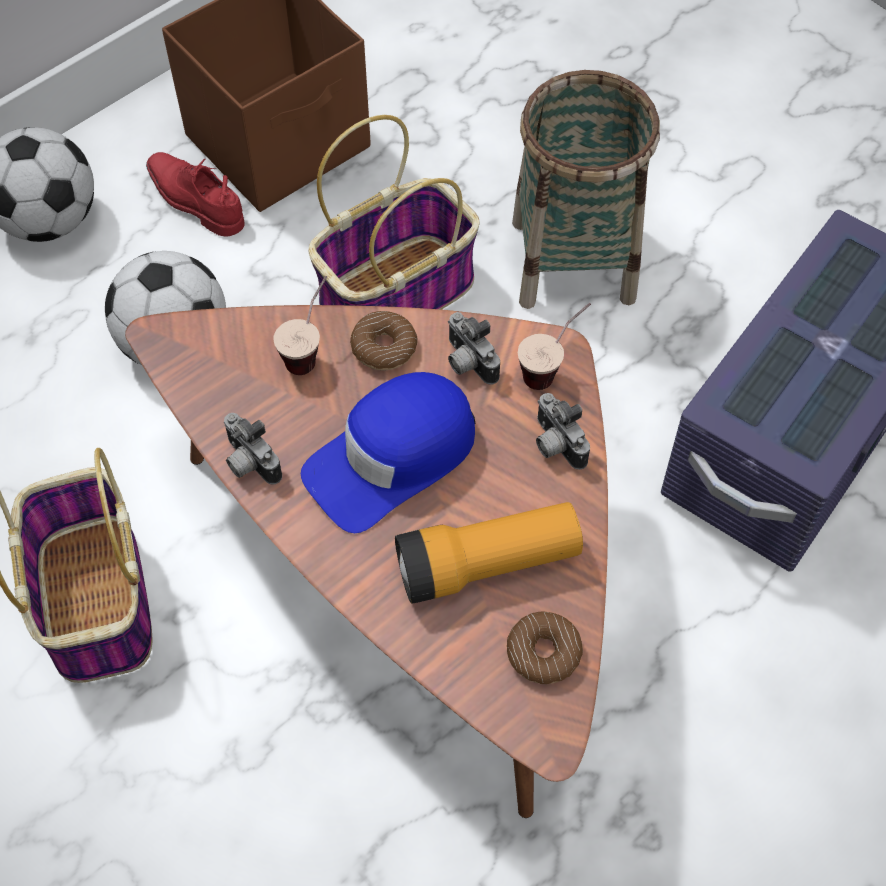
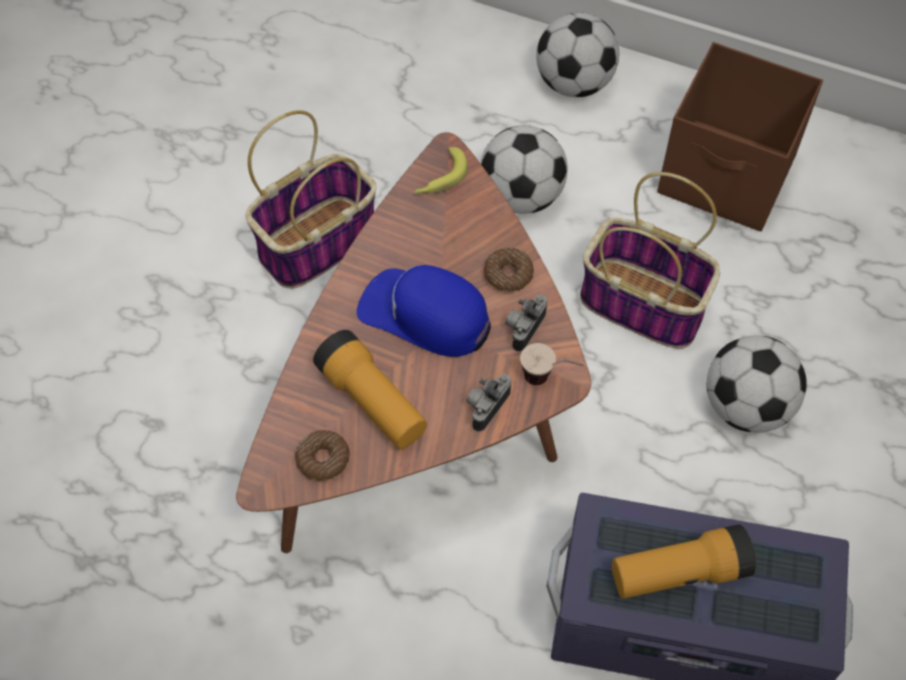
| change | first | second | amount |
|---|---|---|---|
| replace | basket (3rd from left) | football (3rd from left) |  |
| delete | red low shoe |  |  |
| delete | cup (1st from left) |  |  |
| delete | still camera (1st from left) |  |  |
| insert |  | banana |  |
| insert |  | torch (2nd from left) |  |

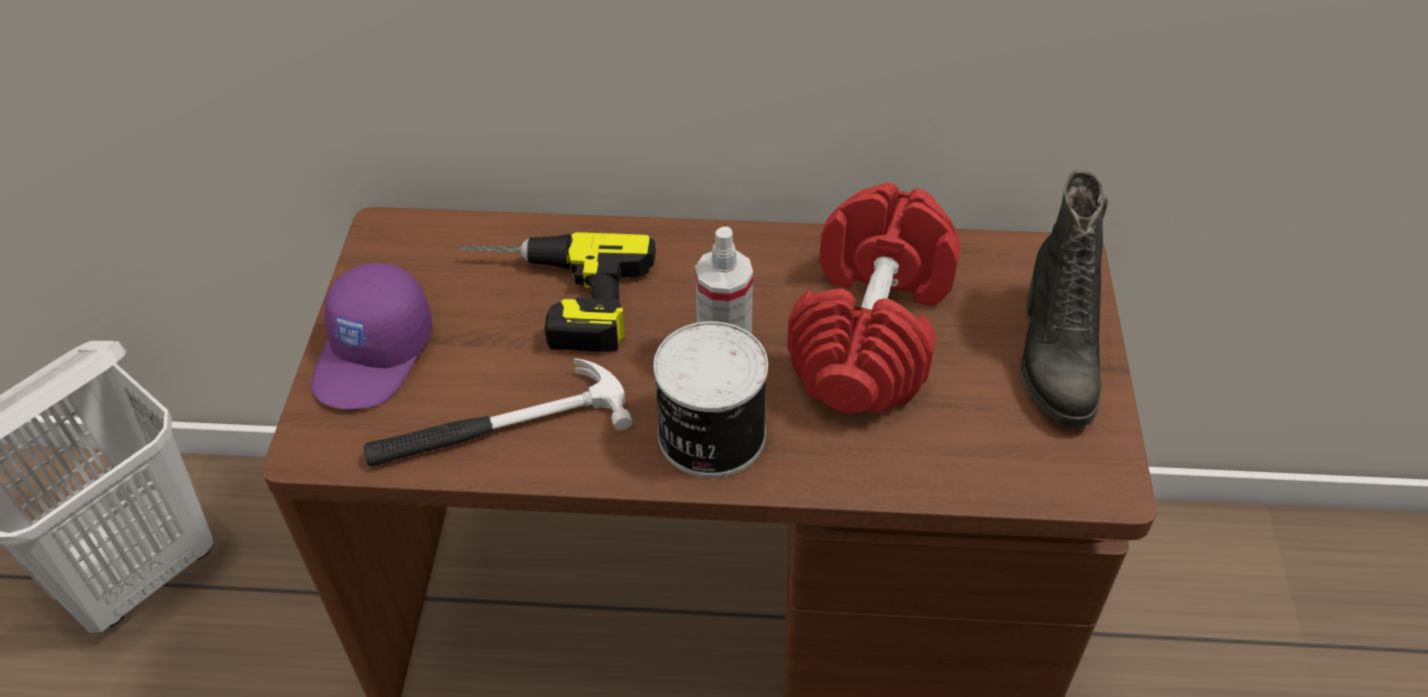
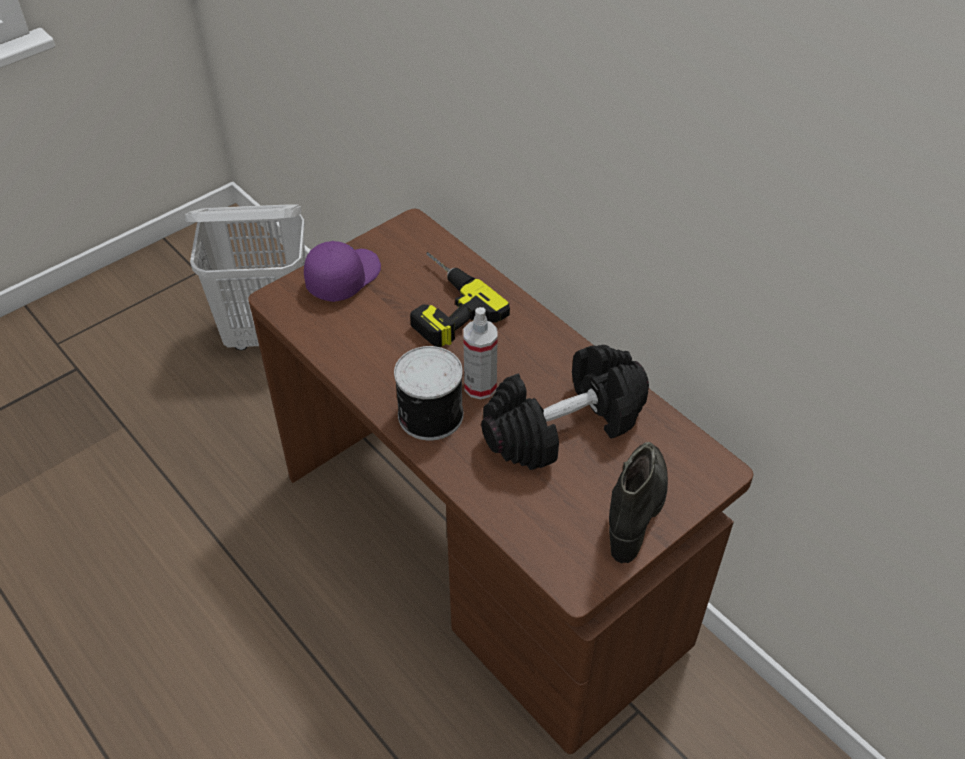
| change | first | second | amount |
|---|---|---|---|
| rotate | black-coloured high-top boot |  | 150 degrees clockwise |
| recolor | red hand weight | black-coloured hand weight |  |
| rotate | purple-coloured peaked cap |  | 150 degrees clockwise |
| delete | hammer |  |  |

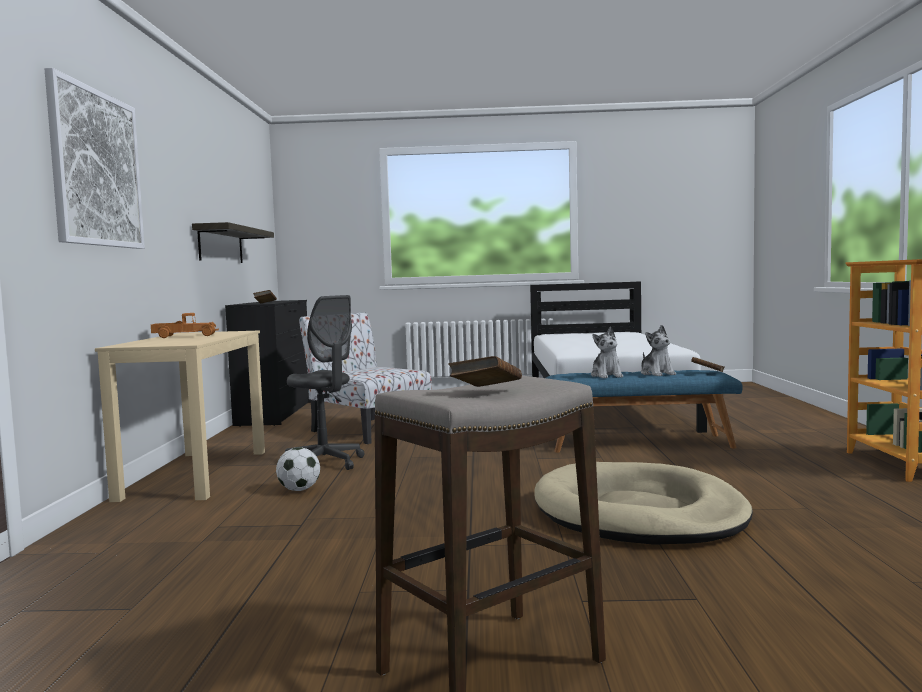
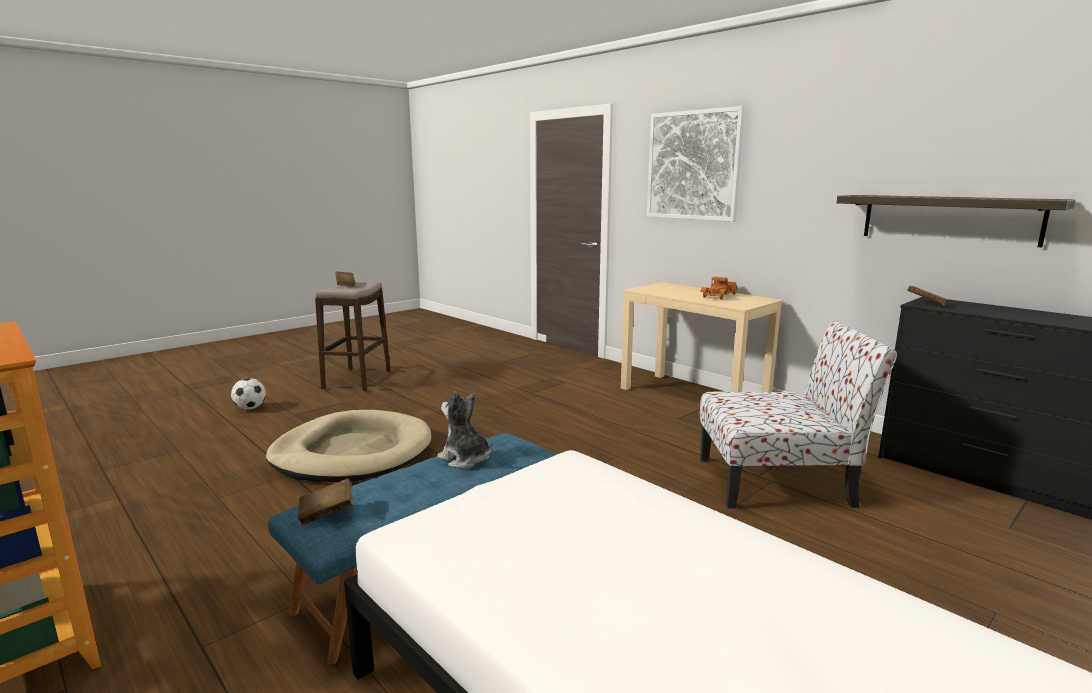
| change | first | second | amount |
|---|---|---|---|
| delete | grey desk chair |  |  |
| delete | soft toy (2nd from left) |  |  |
| move | football |  |  |

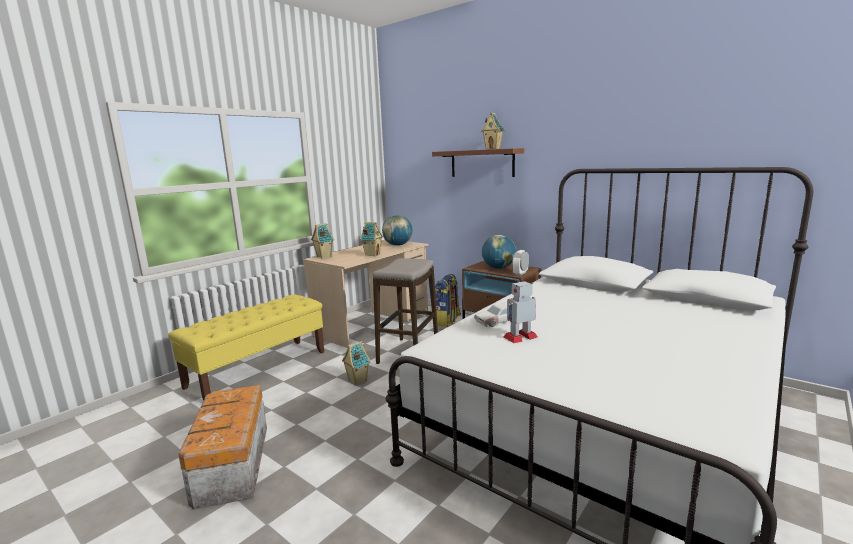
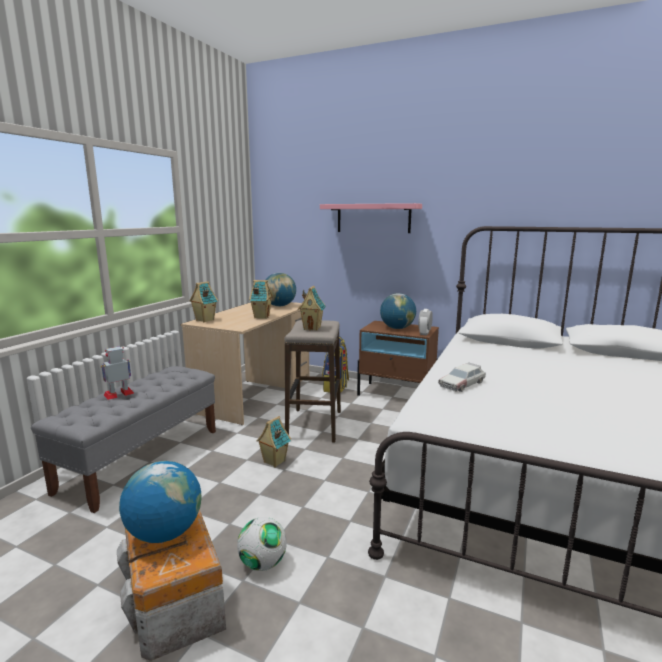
| change | first | second | amount |
|---|---|---|---|
| move | model house (4th from left) |  |  |
| recolor | brown shelf | pink shelf |  |
| move | toy robot |  |  |
| recolor | yellow indoor bench | grey indoor bench |  |
| insert |  | desk globe (1st from left) |  |
| insert |  | football |  |

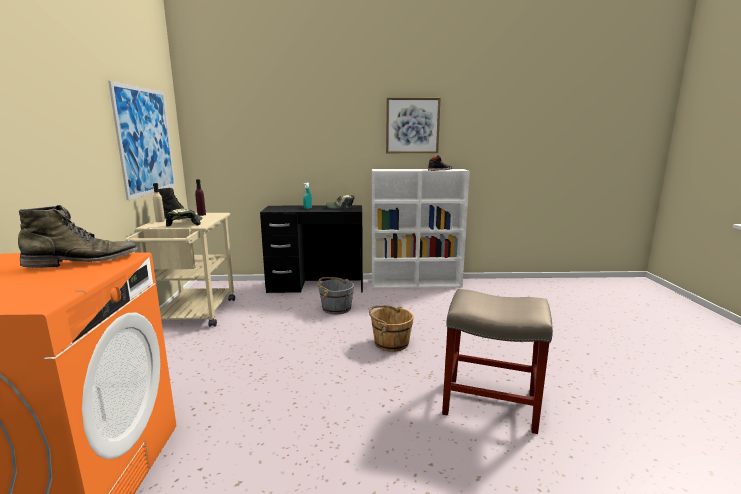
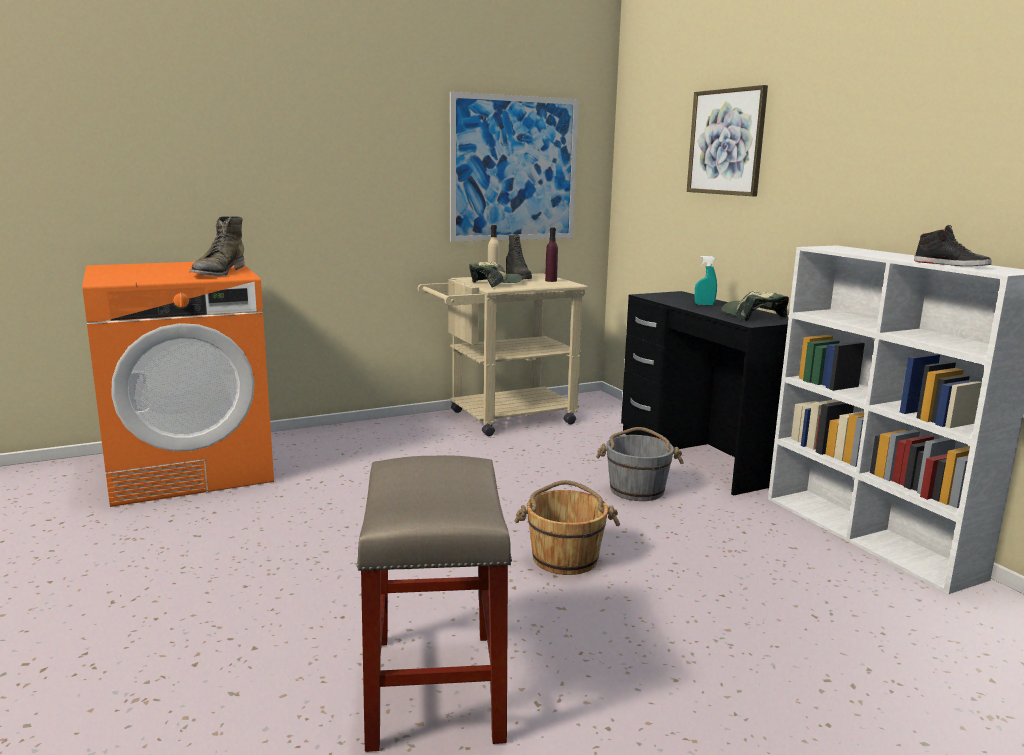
| change | first | second | amount |
|---|---|---|---|
| move | wall picture (2nd from left) |  |  |
| rotate | green-coloured high-top boot |  | 60 degrees clockwise |

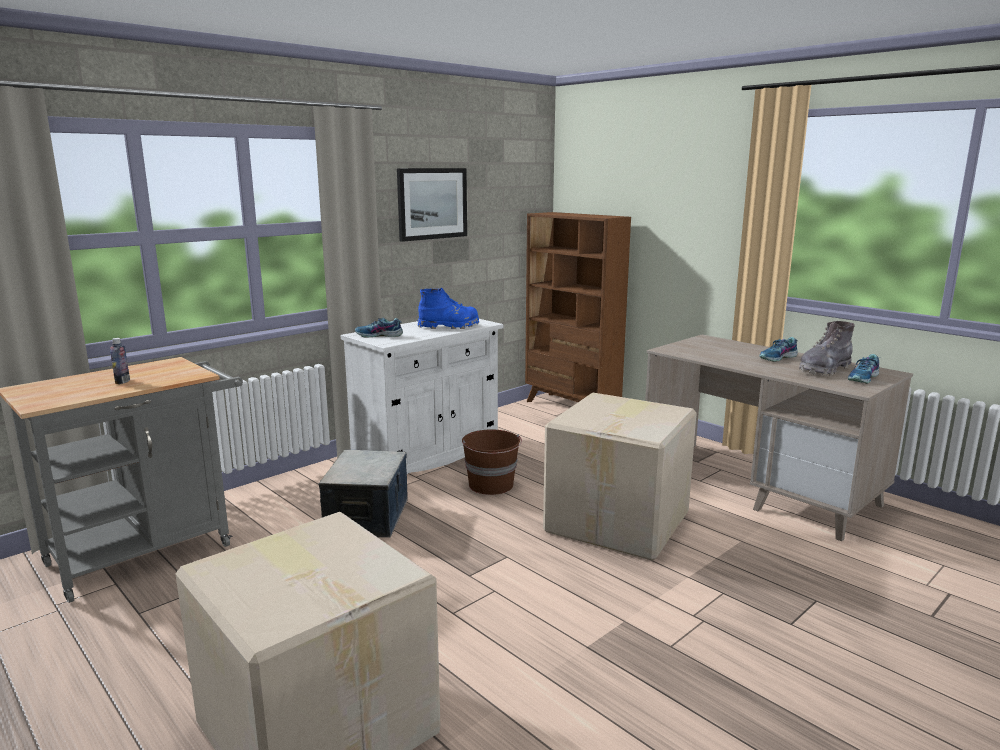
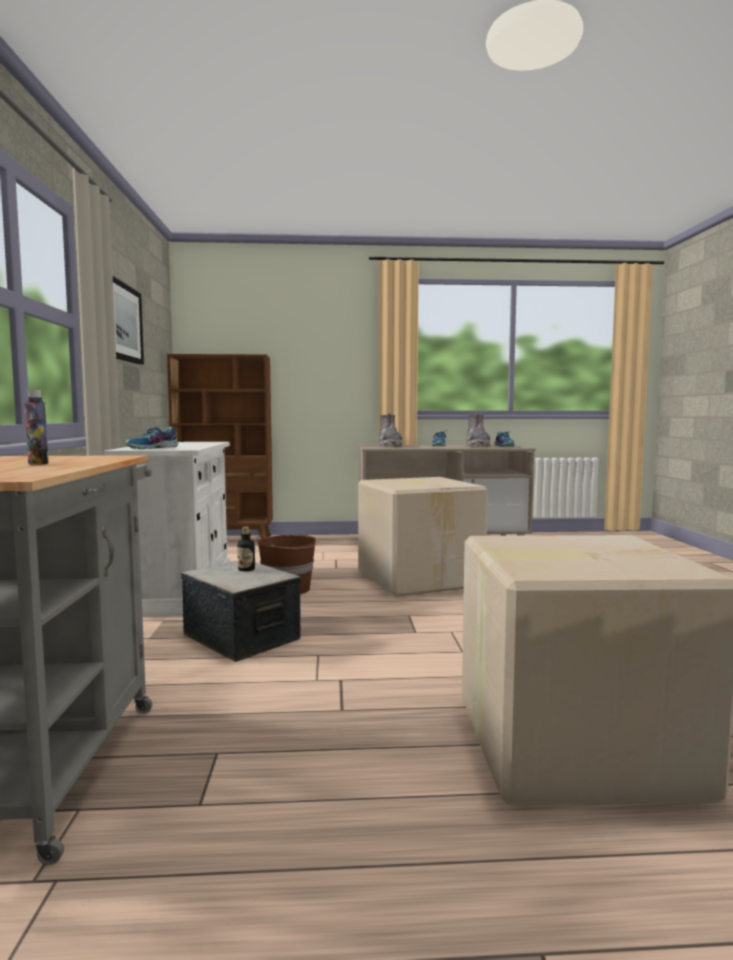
| change | first | second | amount |
|---|---|---|---|
| delete | blue high-top boot |  |  |
| insert |  | grey high-top boot (1st from left) |  |
| insert |  | drink bottle (2nd from left) |  |

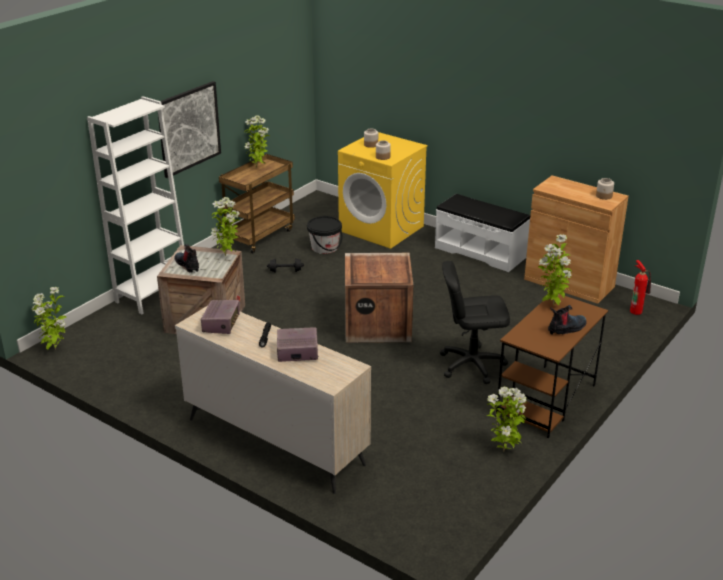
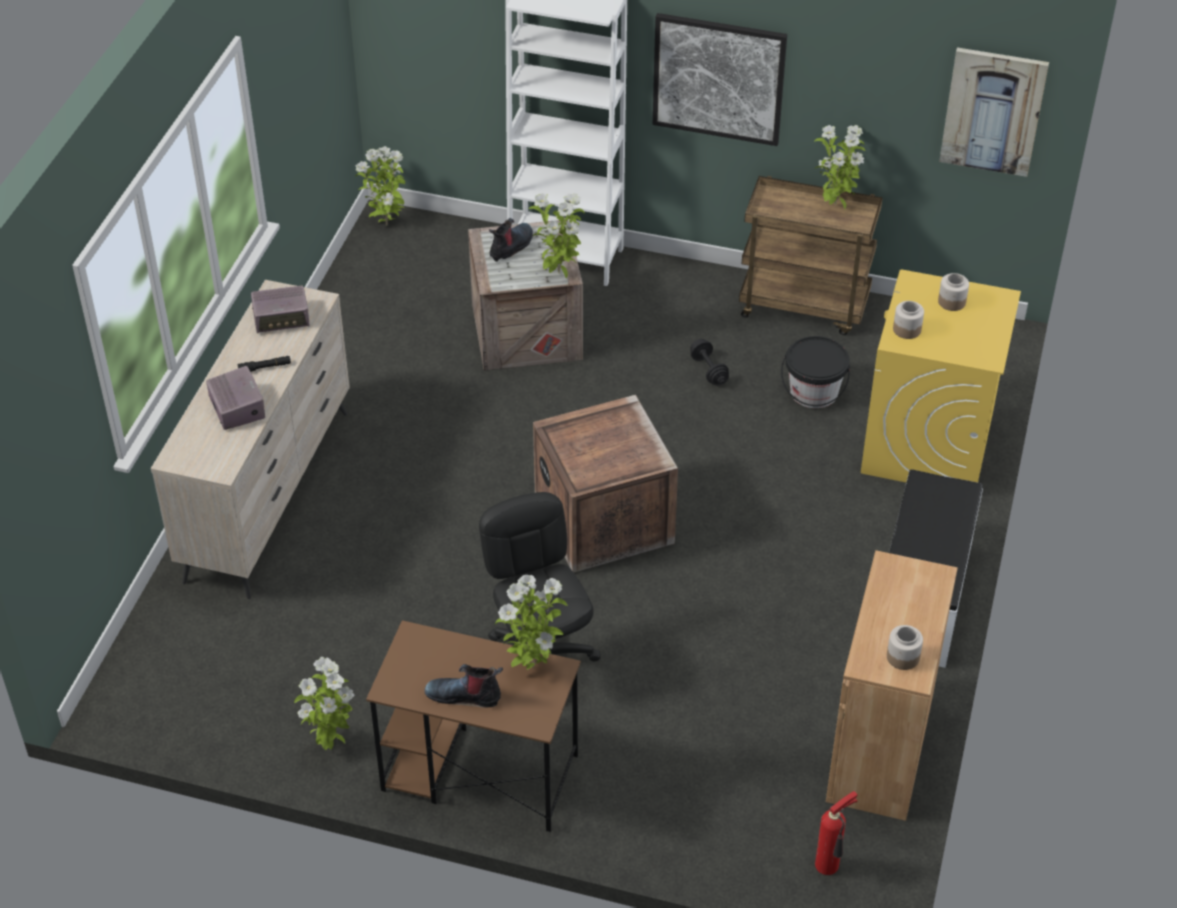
| change | first | second | amount |
|---|---|---|---|
| rotate | high-top boot (2nd from left in the first image) | high-top boot (1st from left) | 150 degrees clockwise |
| insert |  | wall picture (2nd from left) |  |

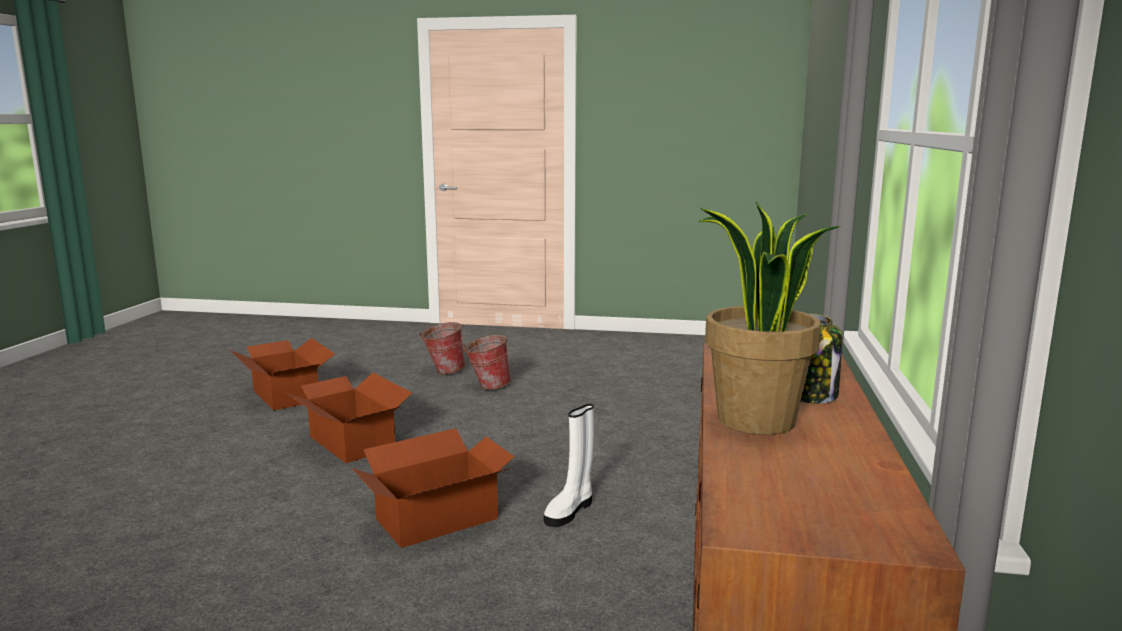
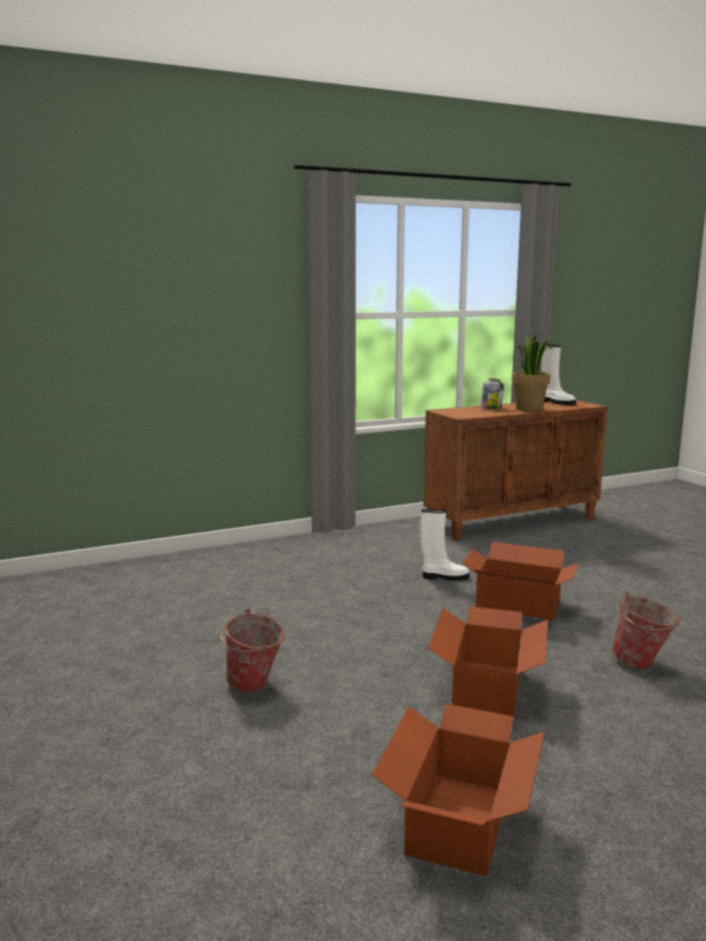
| change | first | second | amount |
|---|---|---|---|
| move | pail (1st from left in the first image) | pail (2nd from left) |  |
| insert |  | white-coloured high-top boot (2nd from left) |  |

